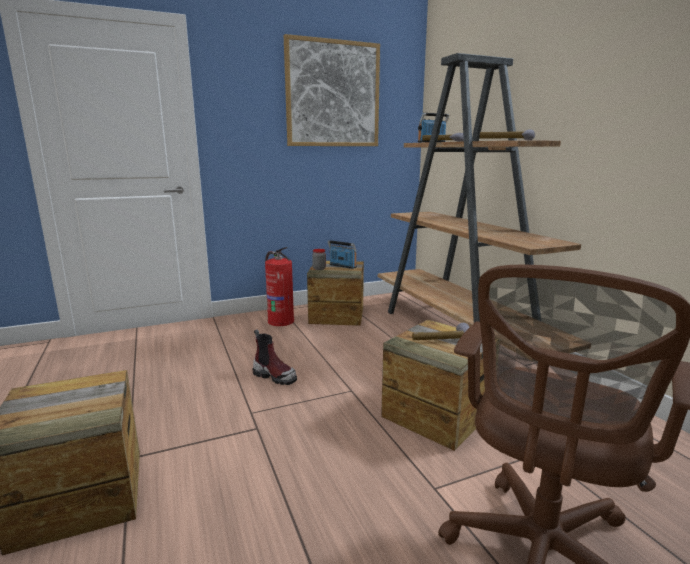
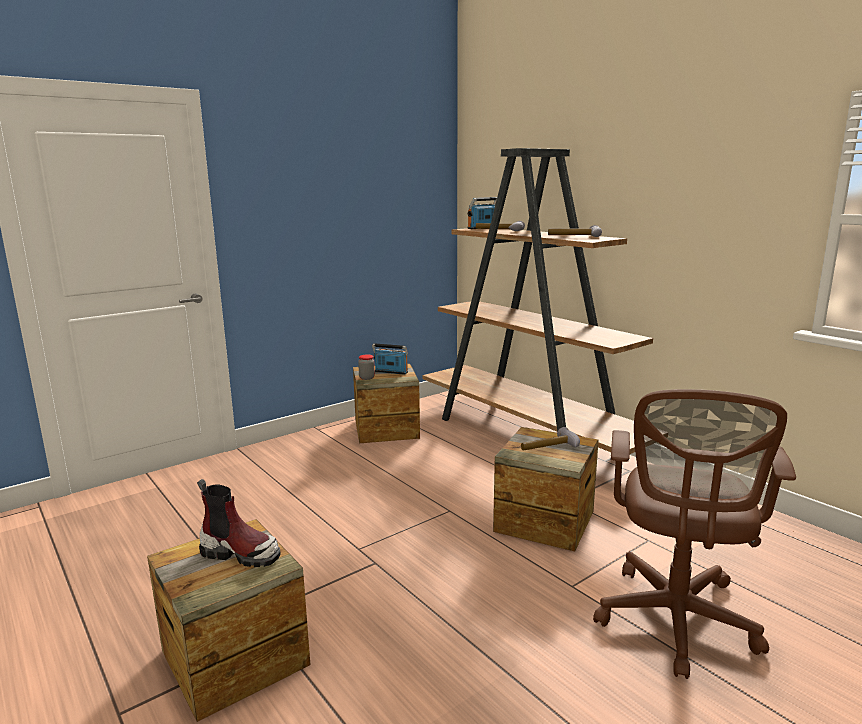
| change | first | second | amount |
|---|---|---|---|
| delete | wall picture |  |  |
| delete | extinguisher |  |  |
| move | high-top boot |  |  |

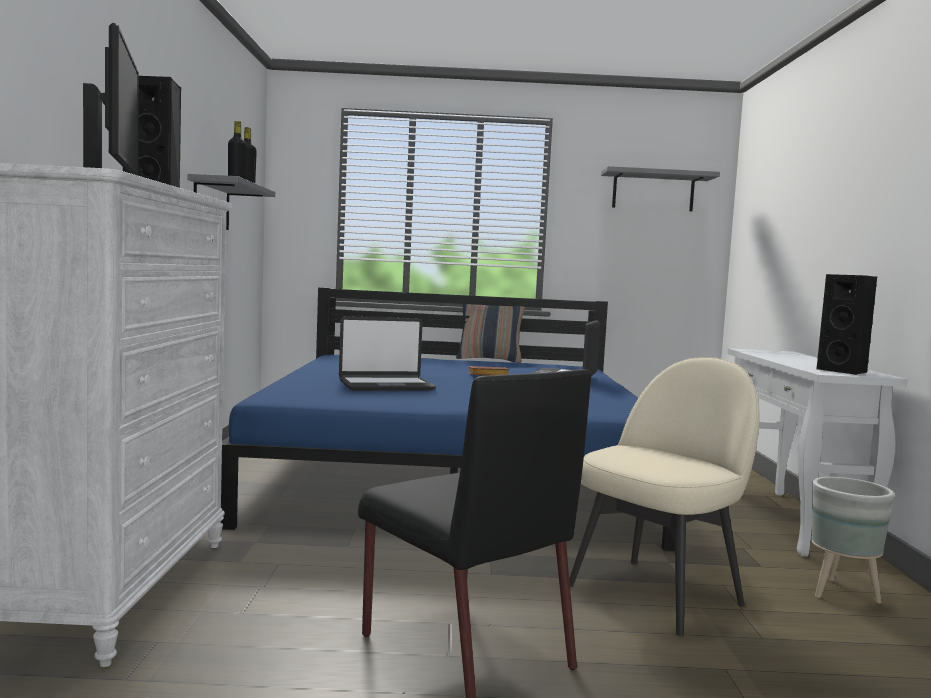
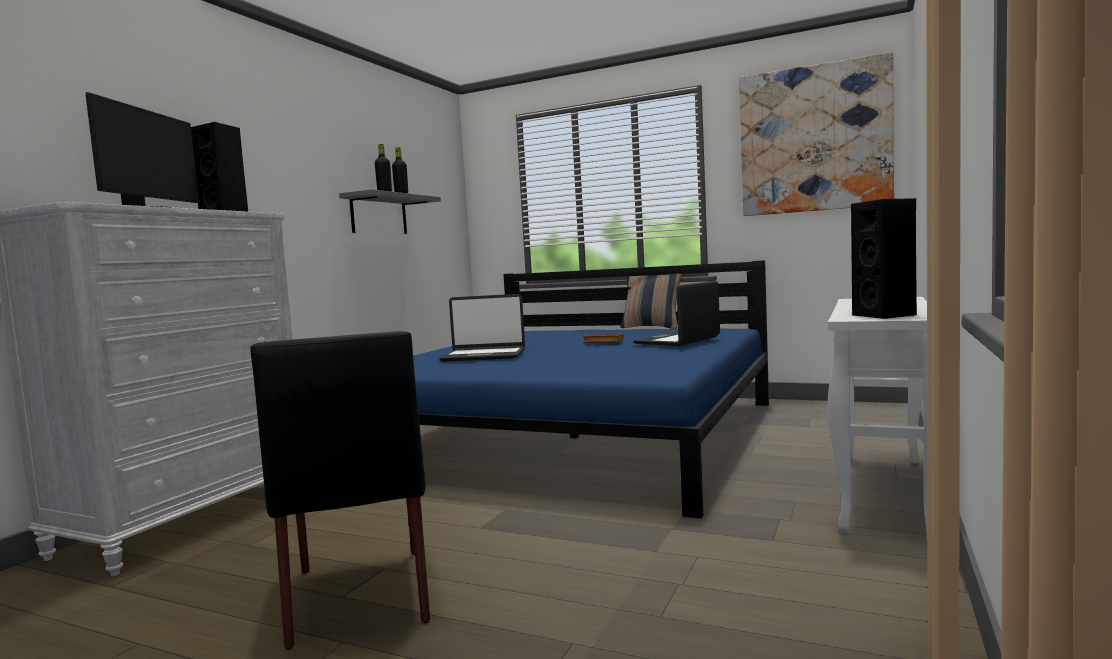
| change | first | second | amount |
|---|---|---|---|
| replace | grey shelf (2nd from left) | wall picture |  |
| delete | sand-coloured chair |  |  |
| delete | grey flower pot |  |  |

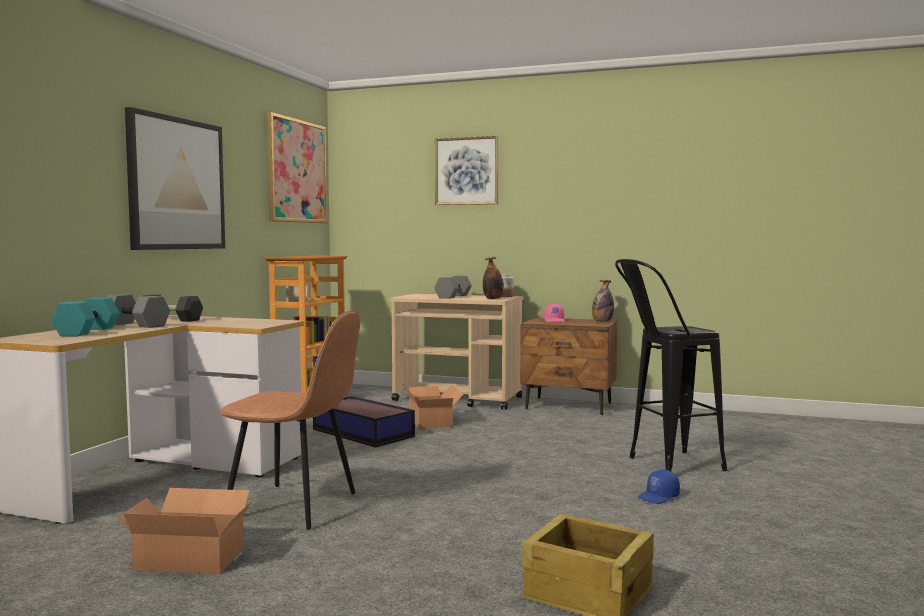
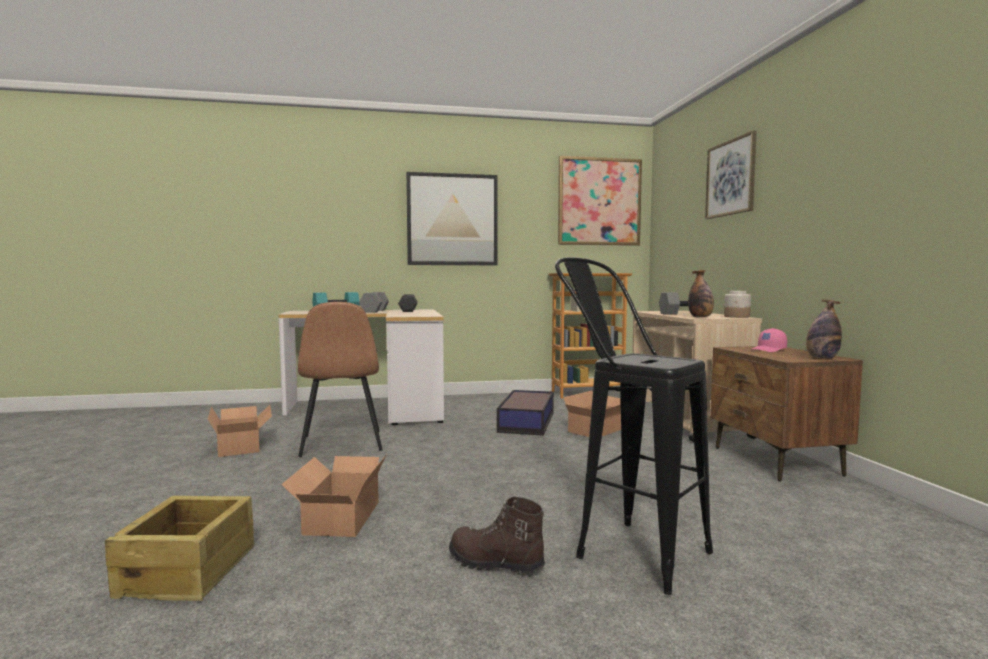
| change | first | second | amount |
|---|---|---|---|
| replace | blue peaked cap | brown high-top boot |  |
| insert |  | packing box (2nd from left) |  |

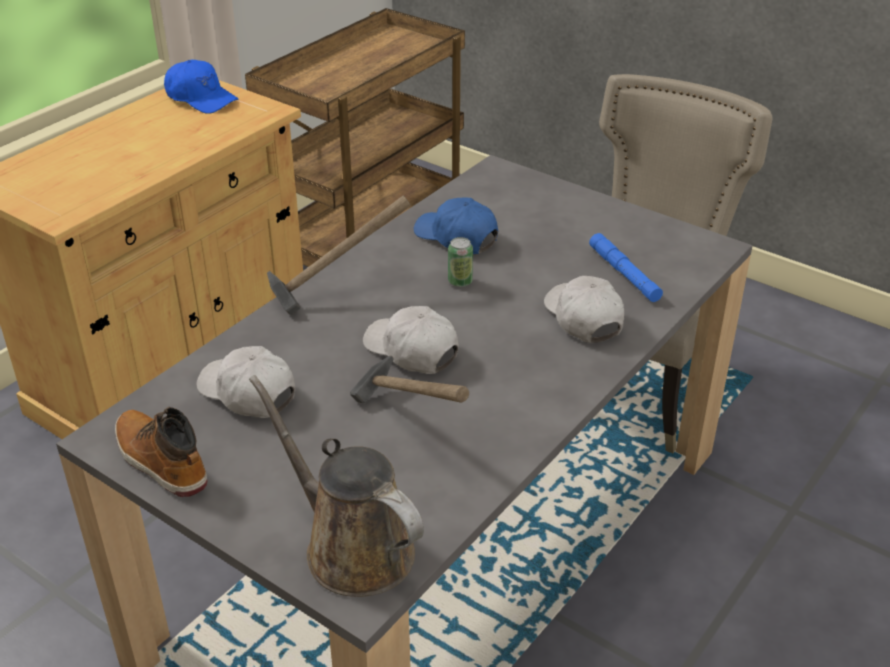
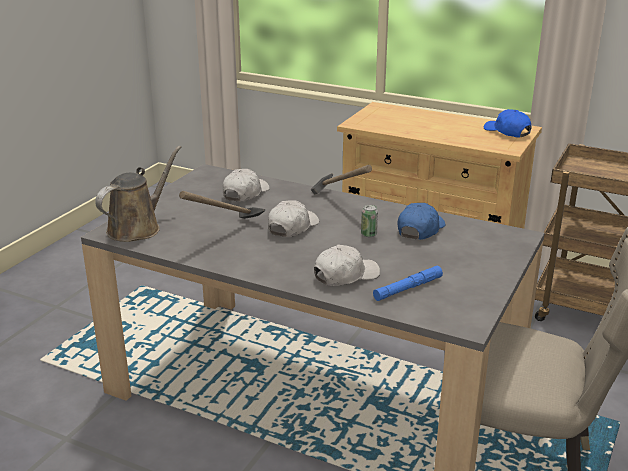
| change | first | second | amount |
|---|---|---|---|
| rotate | blue peaked cap (1st from left in the first image) | blue peaked cap (2nd from left) | 120 degrees clockwise |
| delete | high-top boot |  |  |

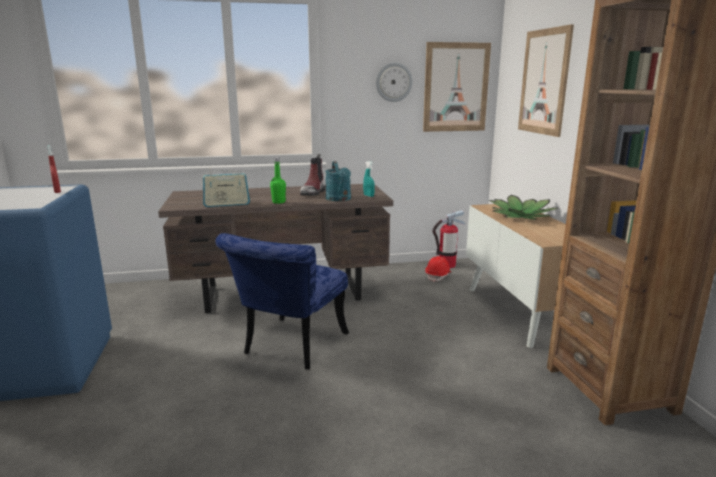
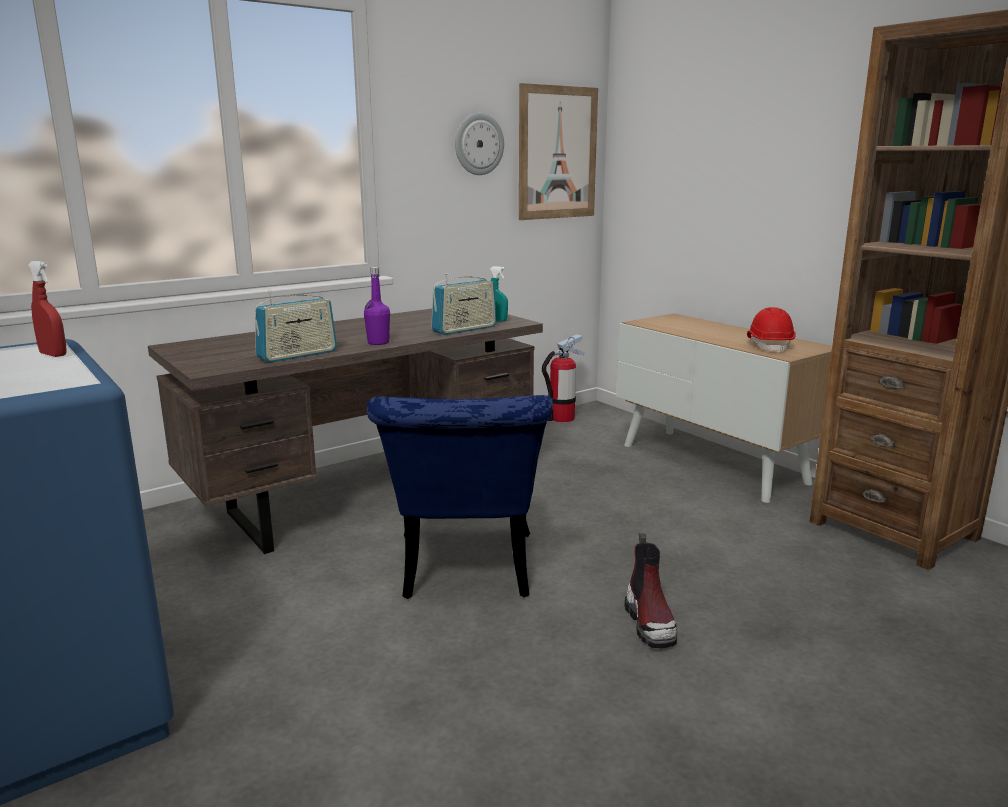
| change | first | second | amount |
|---|---|---|---|
| delete | wall picture (2nd from left) |  |  |
| move | high-top boot |  |  |
| recolor | green-coloured drink bottle | purple-coloured drink bottle |  |
| replace | blue-green sprinkling can | radio receiver (2nd from left) |  |
| delete | plant in a pot |  |  |
| move | red safety helmet |  |  |

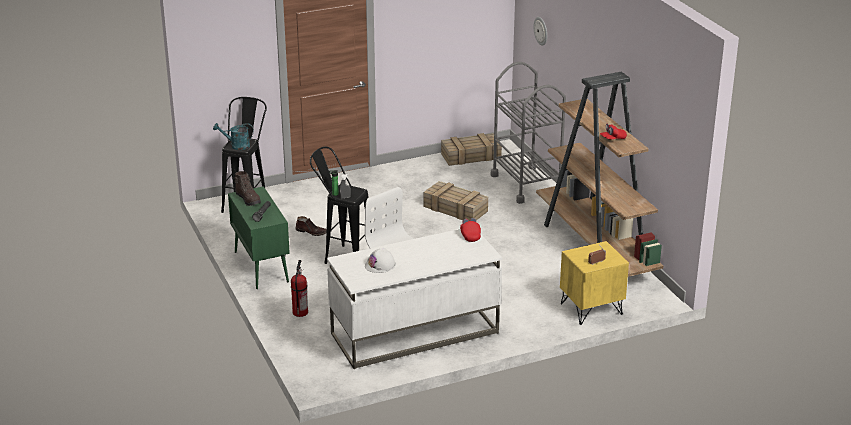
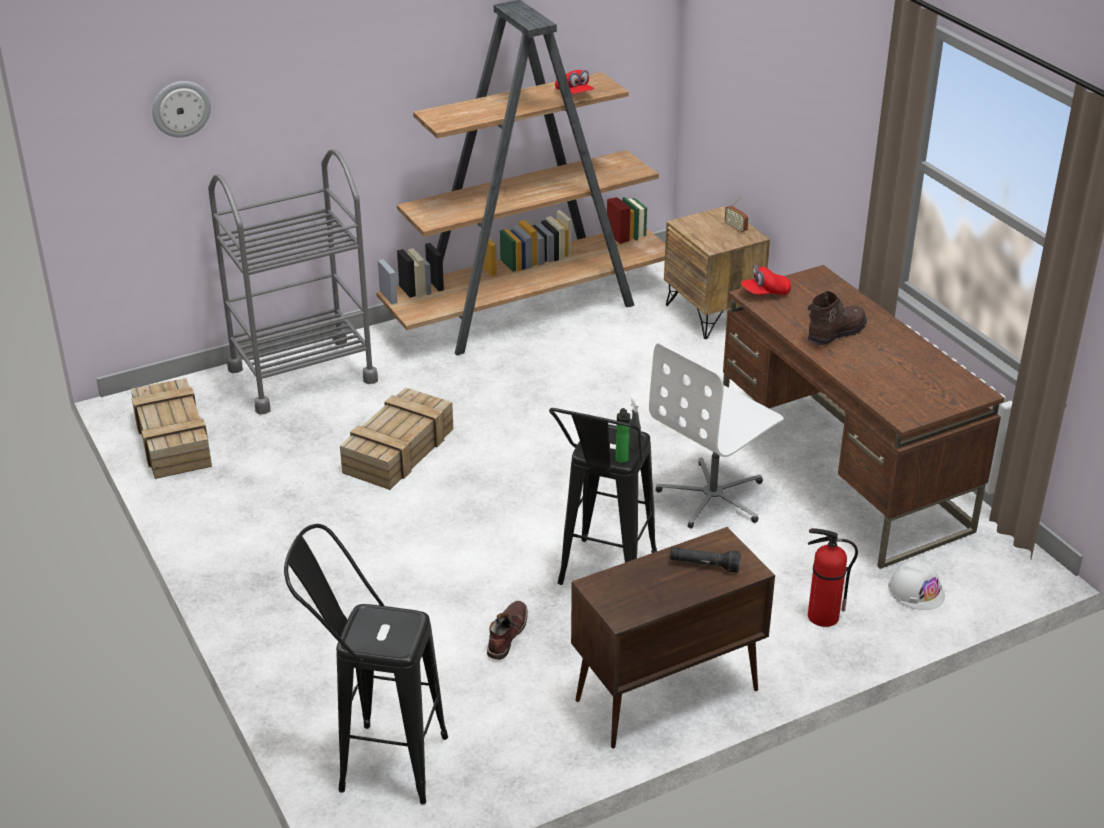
| change | first | second | amount |
|---|---|---|---|
| delete | blue-green sprinkling can |  |  |
| move | brown high-top boot (1st from left in the first image) | brown high-top boot (2nd from left) |  |
| recolor | green-coloured storage cabinet | brown storage cabinet |  |
| recolor | white-coloured desk unit | brown desk unit |  |
| recolor | yellow nightstand | brown nightstand |  |
| move | white-coloured safety helmet |  |  |

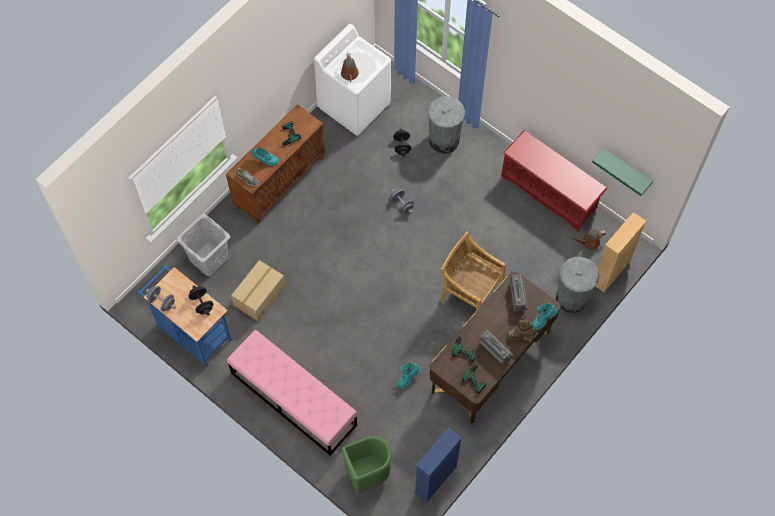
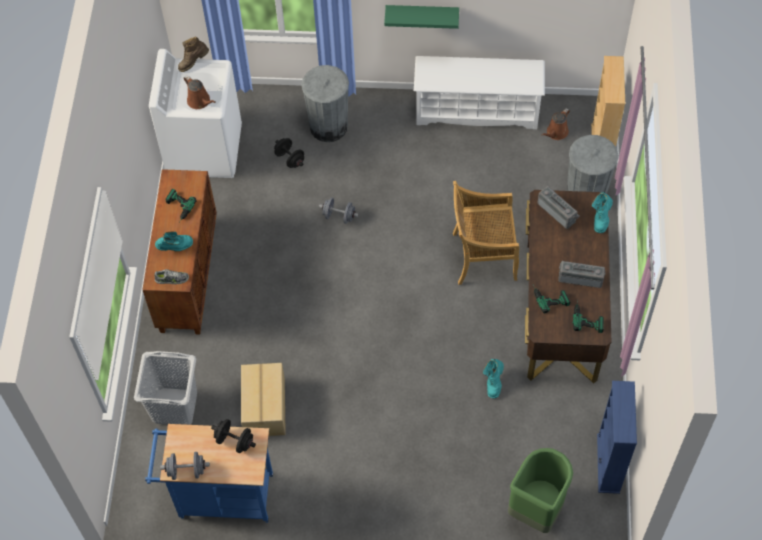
| change | first | second | amount |
|---|---|---|---|
| recolor | red shoe shelf | white-coloured shoe shelf |  |
| move | green-coloured shelf |  |  |
| move | brown high-top boot |  |  |
| delete | pink indoor bench |  |  |

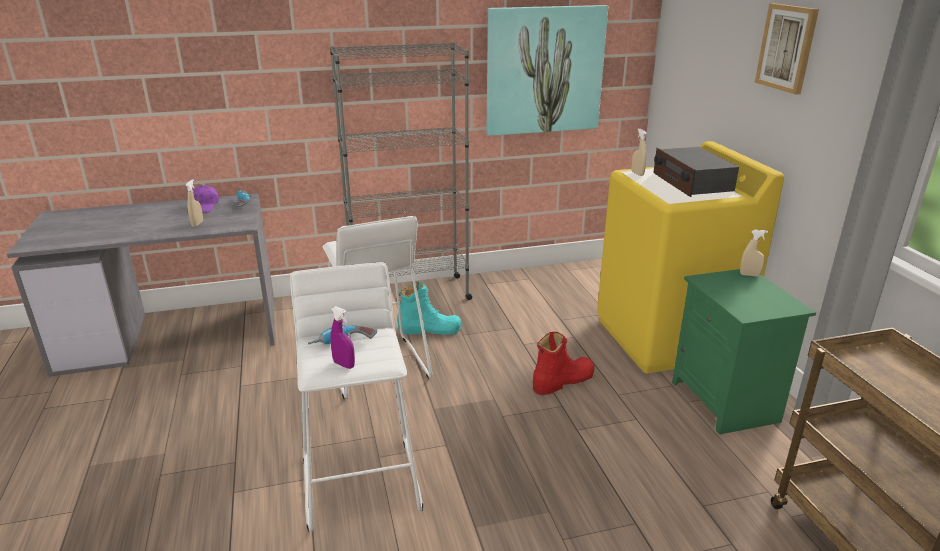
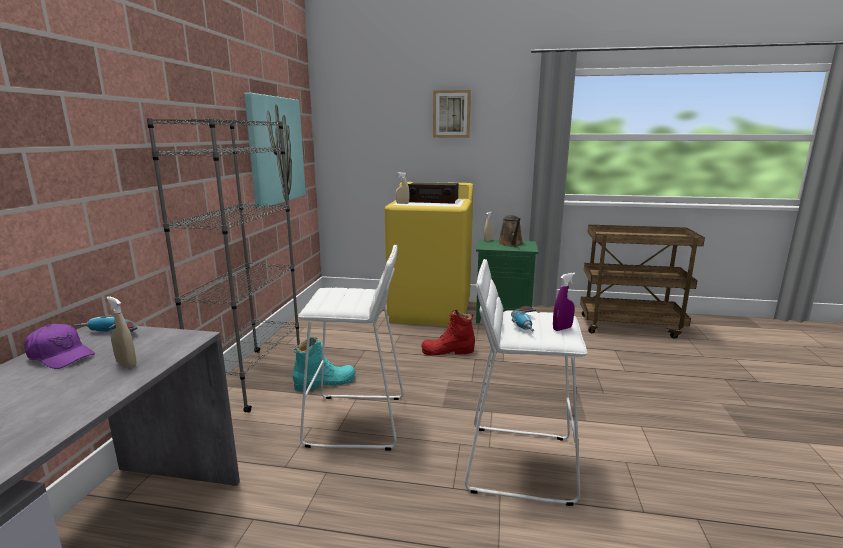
| change | first | second | amount |
|---|---|---|---|
| rotate | blue-green high-top boot |  | 45 degrees clockwise |
| rotate | red high-top boot |  | 90 degrees counterclockwise |
| insert |  | brown sprinkling can |  |

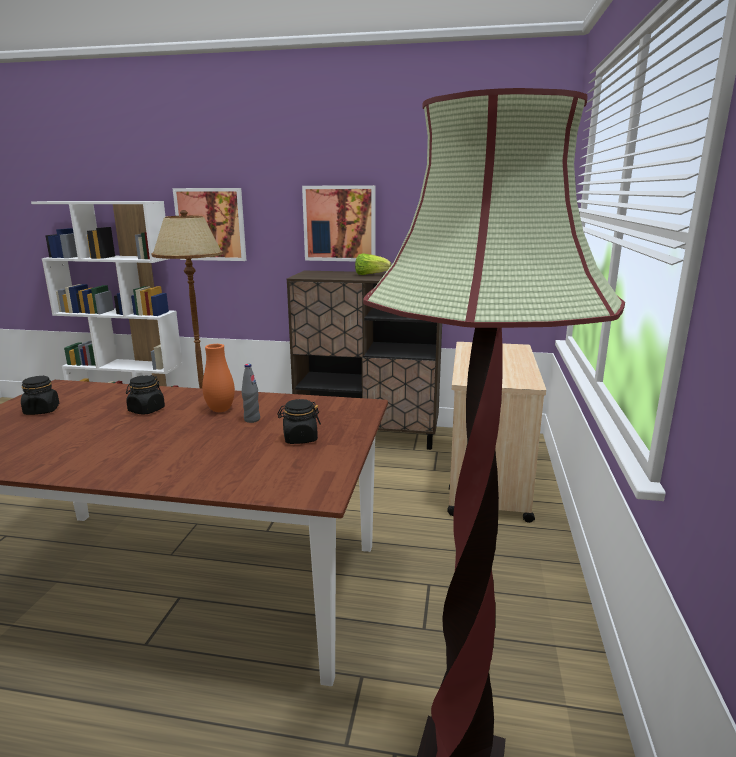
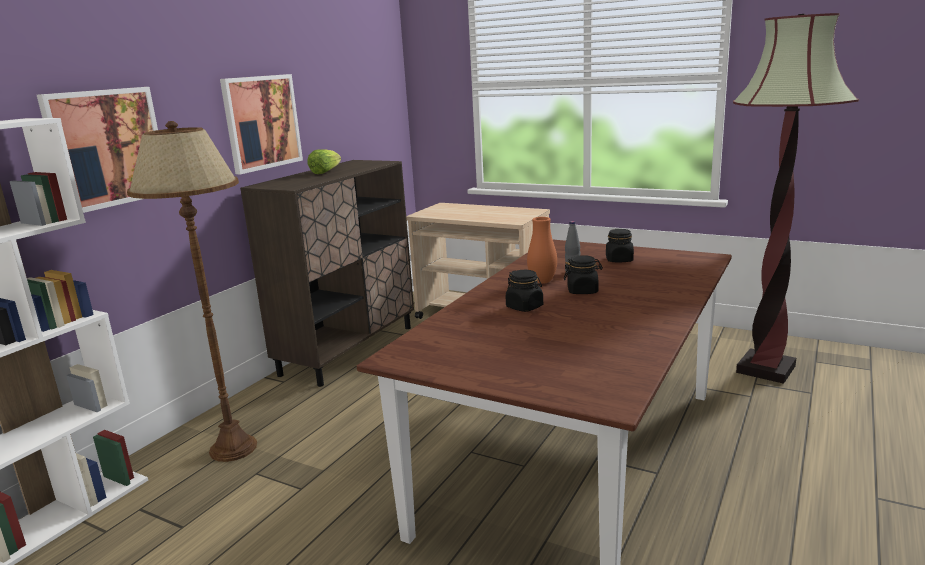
| change | first | second | amount |
|---|---|---|---|
| move | black-coloured jar (1st from left in the first image) | black-coloured jar (2nd from left) |  |

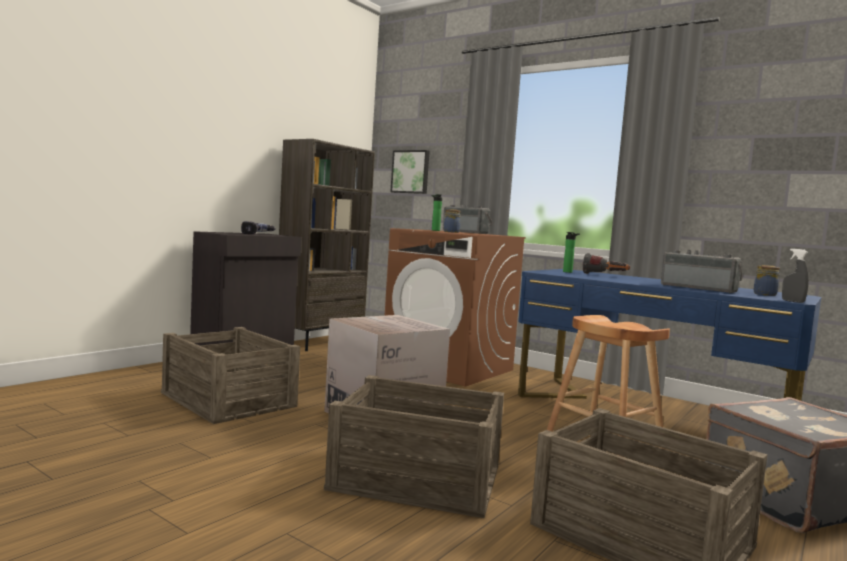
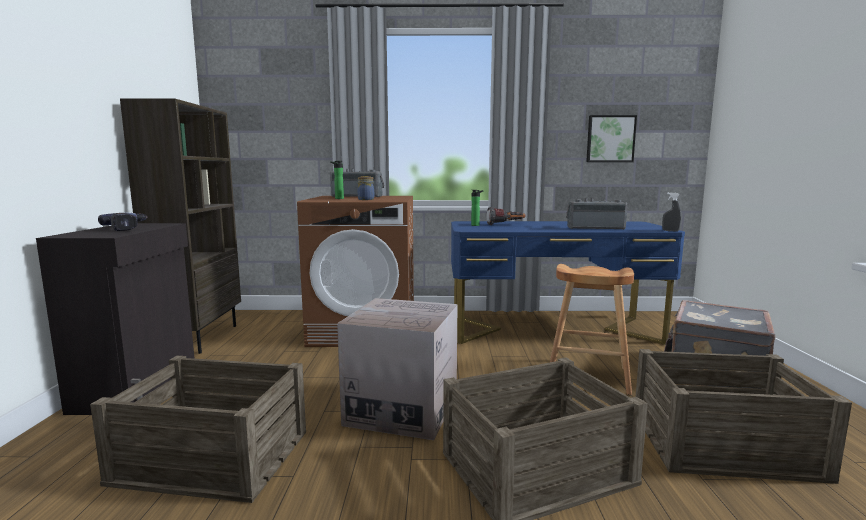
| change | first | second | amount |
|---|---|---|---|
| move | wall picture |  |  |
| delete | jar (2nd from left) |  |  |

